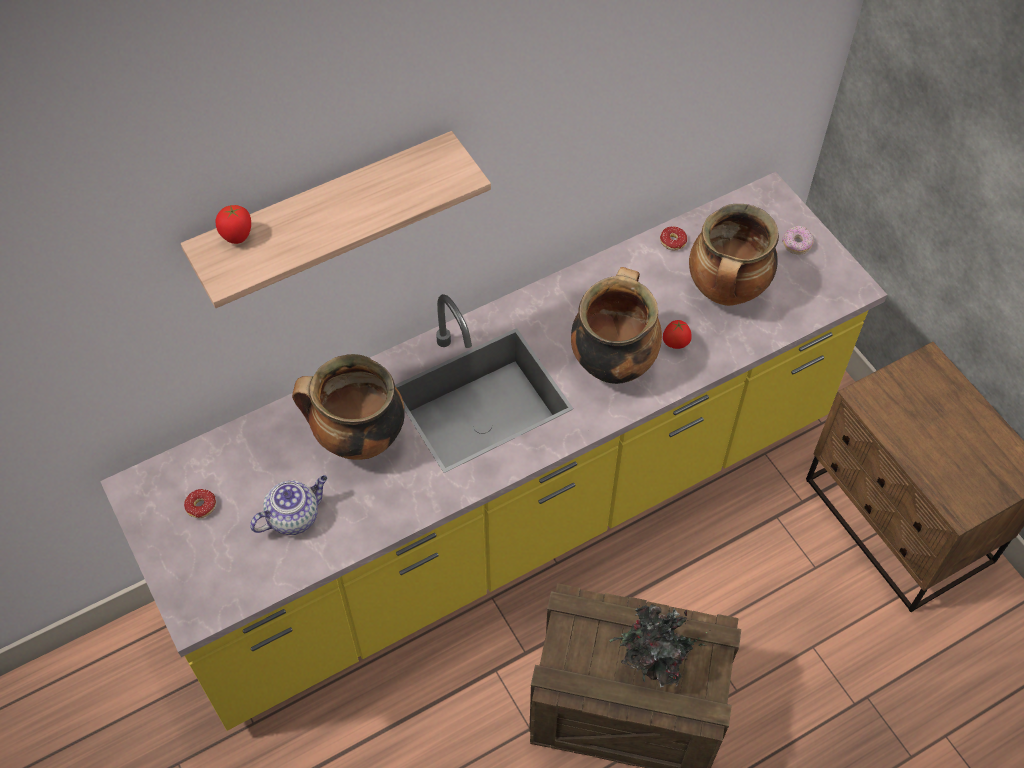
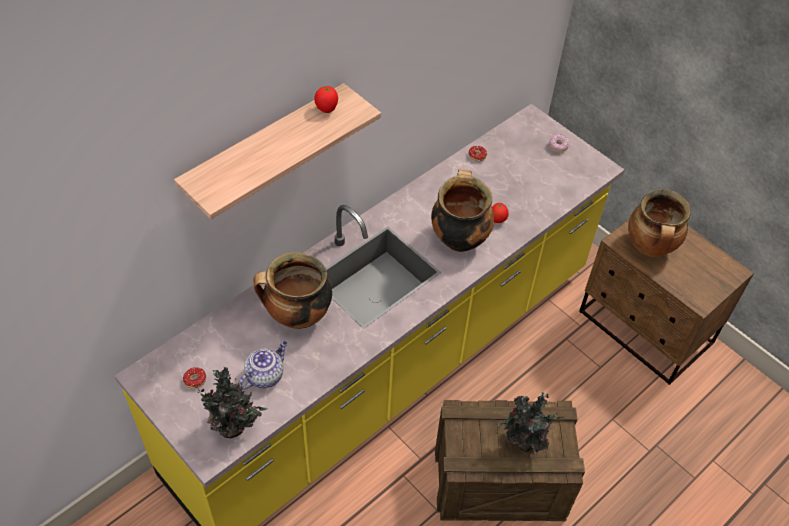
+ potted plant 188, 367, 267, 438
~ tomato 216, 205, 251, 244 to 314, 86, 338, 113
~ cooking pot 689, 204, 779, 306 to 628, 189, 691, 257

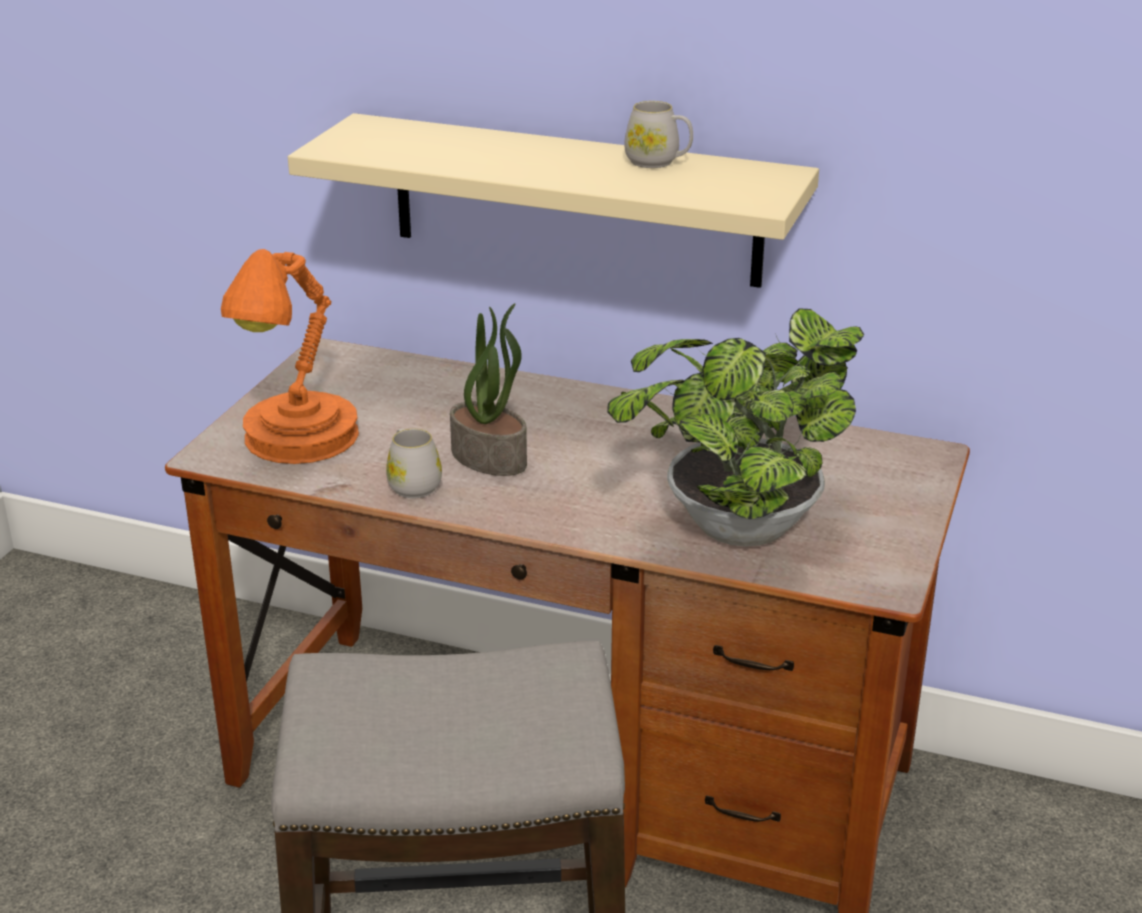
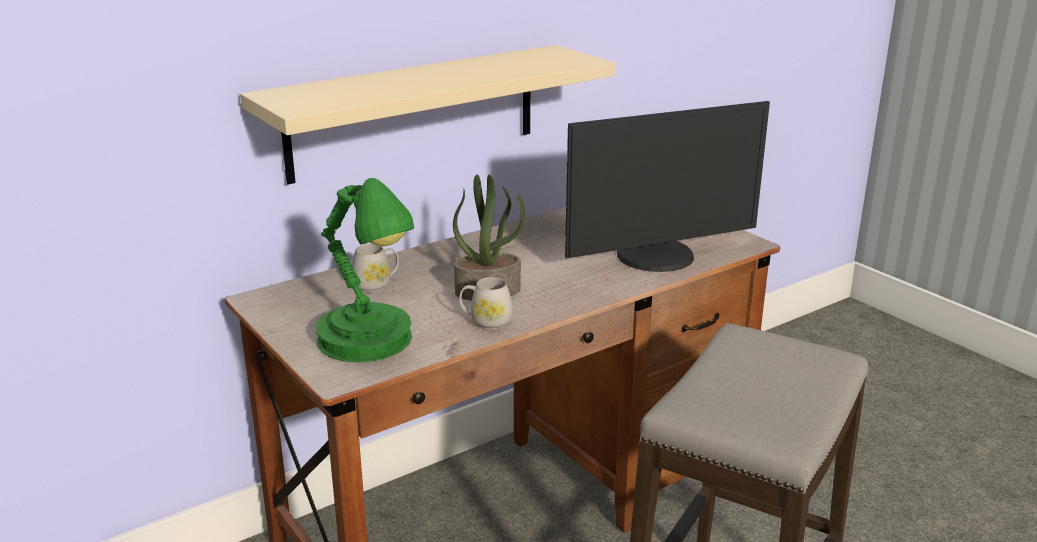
~ white mug 624, 101, 693, 168 to 352, 244, 399, 293
~ potted plant 607, 308, 864, 547 to monitor 565, 101, 770, 272
~ orange table lamp 221, 249, 359, 464 to green table lamp 316, 178, 414, 362

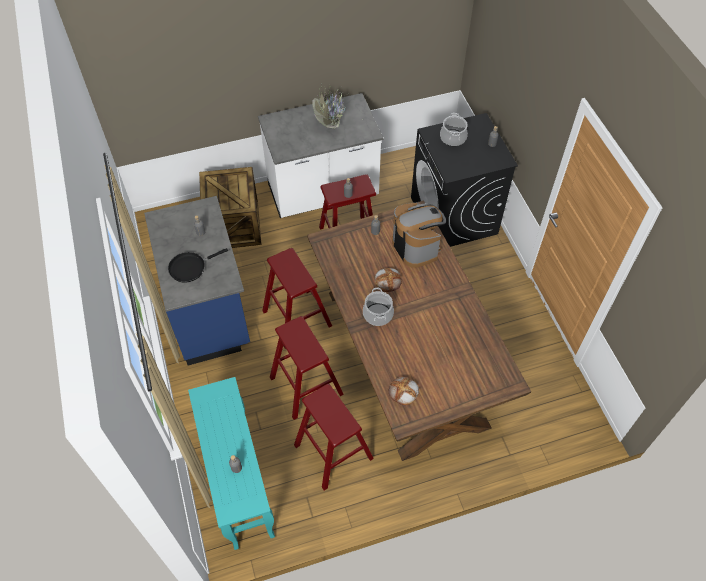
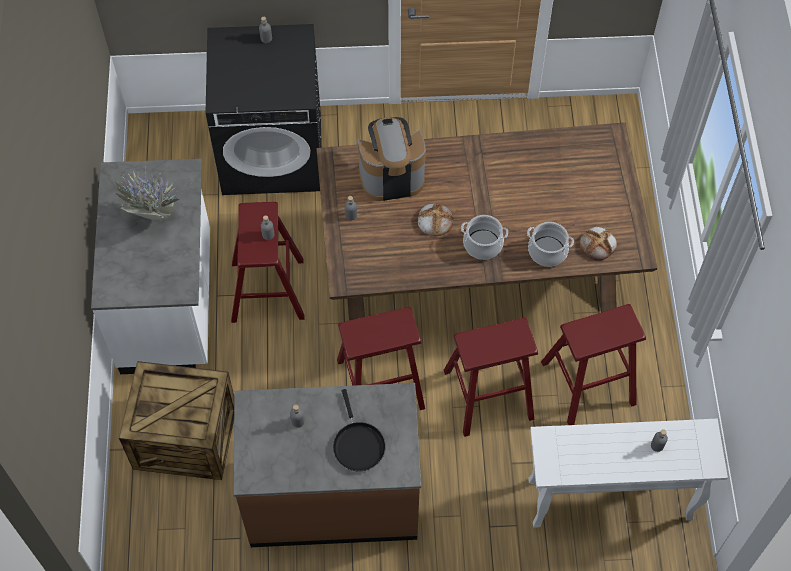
~ cooking pot 440, 113, 468, 146 to 527, 222, 574, 267
~ blue counter 144, 196, 250, 366 to brown counter 233, 383, 421, 547
~ turquoise console table 188, 377, 275, 550 to white console table 528, 419, 728, 528

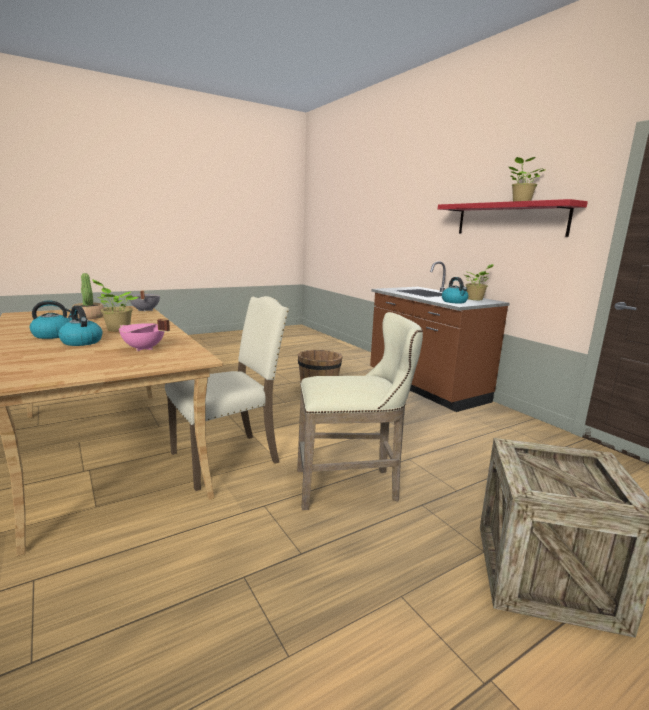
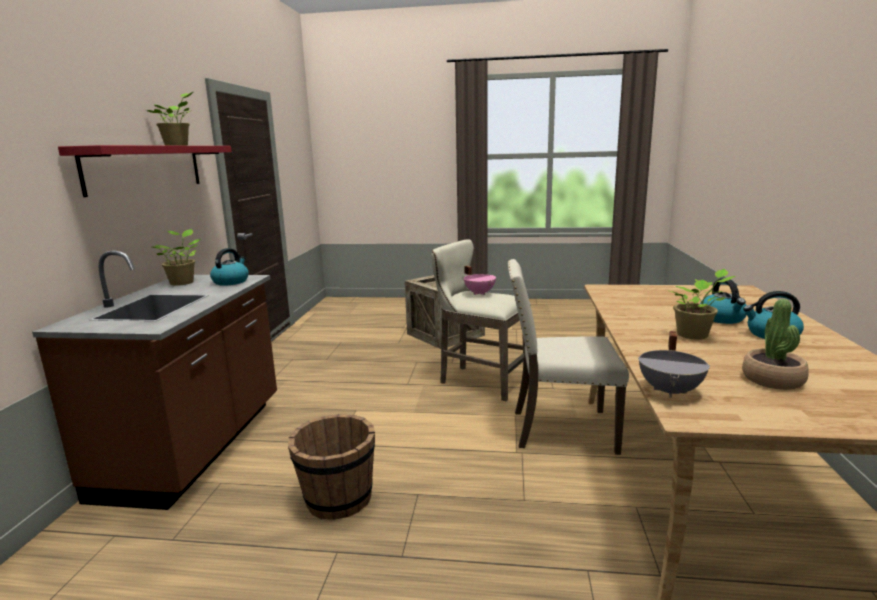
~ pink cooking pot 119, 319, 170, 351 to 464, 266, 496, 295

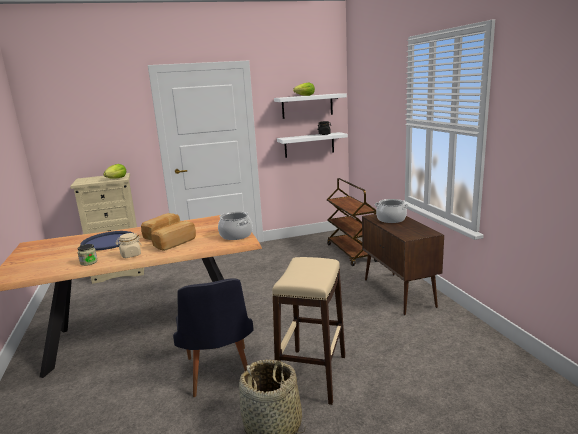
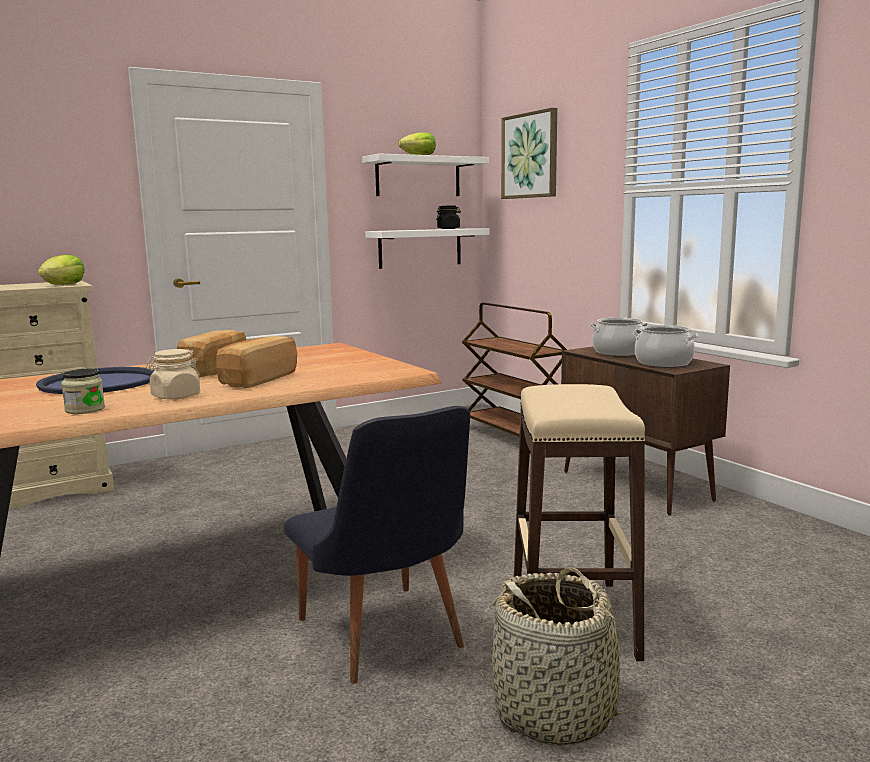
+ picture 501, 107, 557, 199
~ cooking pot 218, 211, 253, 240 to 633, 325, 699, 367

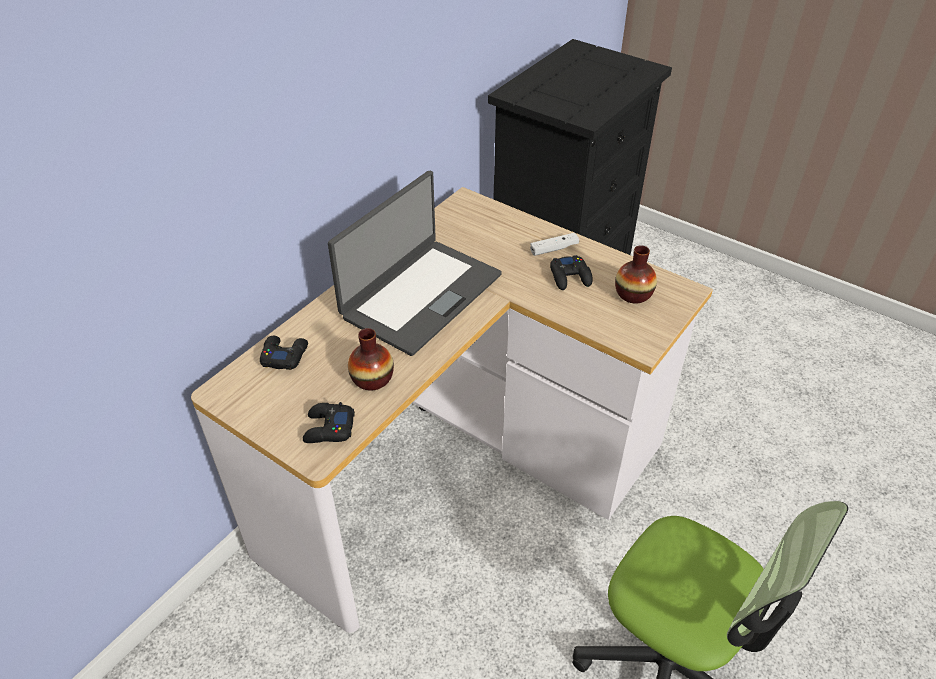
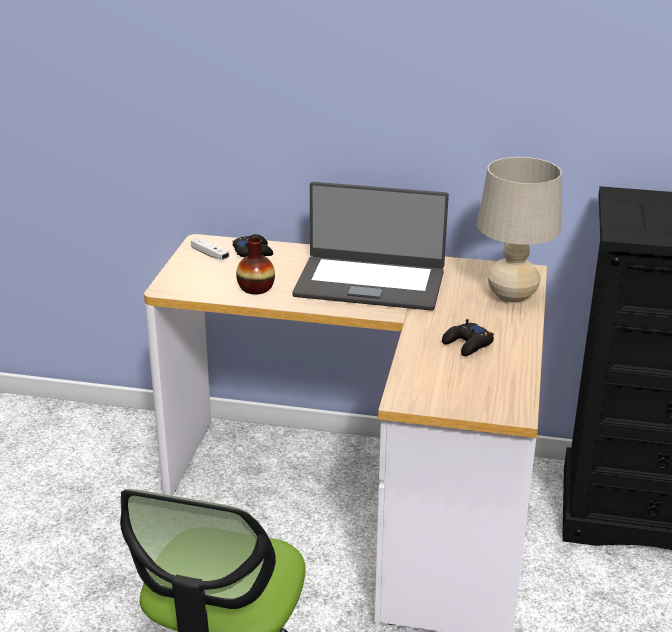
- black game controller 303, 402, 355, 443
- vase 615, 245, 657, 304
+ beige table lamp 477, 157, 562, 304
~ white game controller 530, 233, 579, 256 to 191, 238, 229, 260

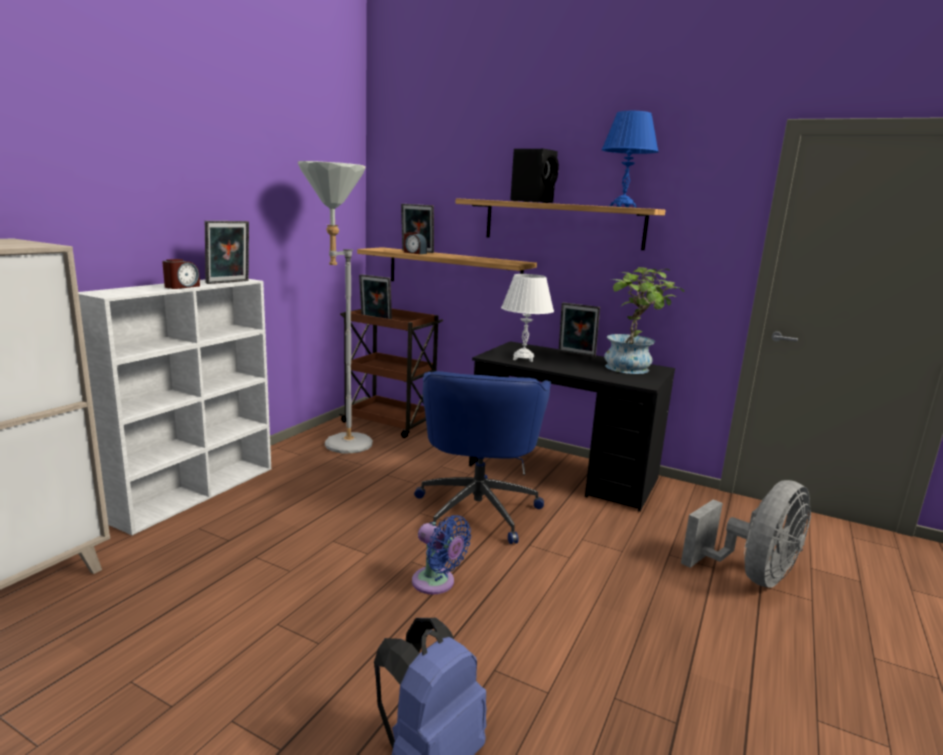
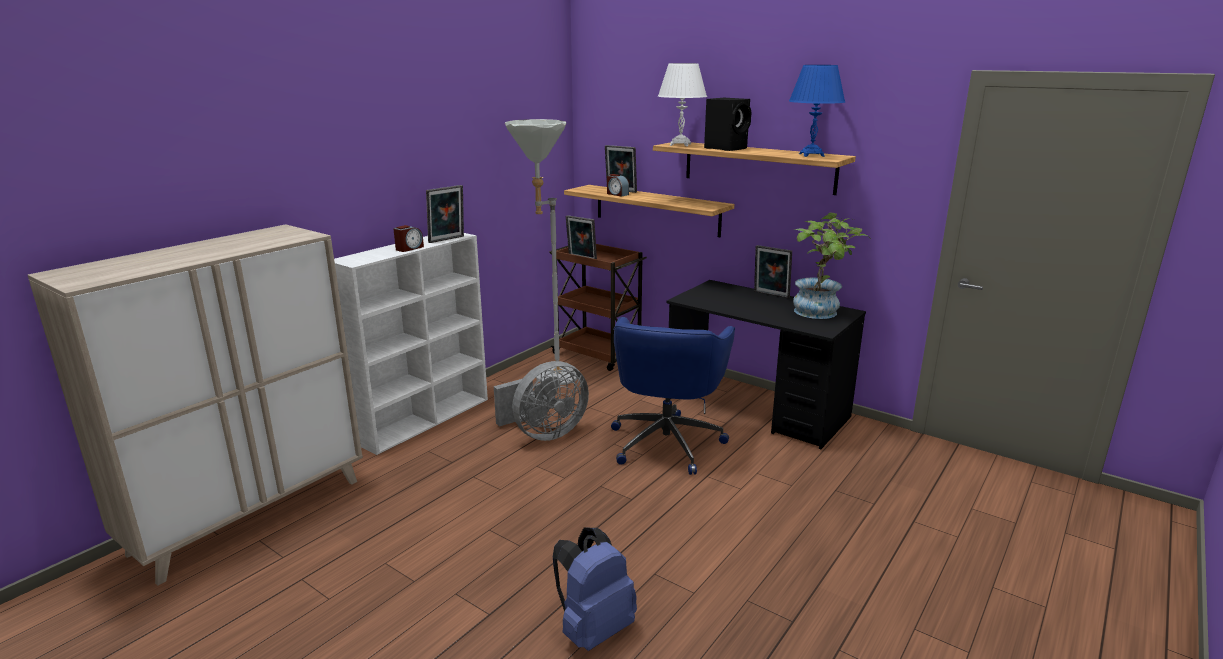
- blue fan 412, 515, 471, 595
~ white table lamp 501, 274, 554, 362 to 658, 63, 707, 146
~ grey fan 681, 480, 811, 588 to 494, 361, 589, 441

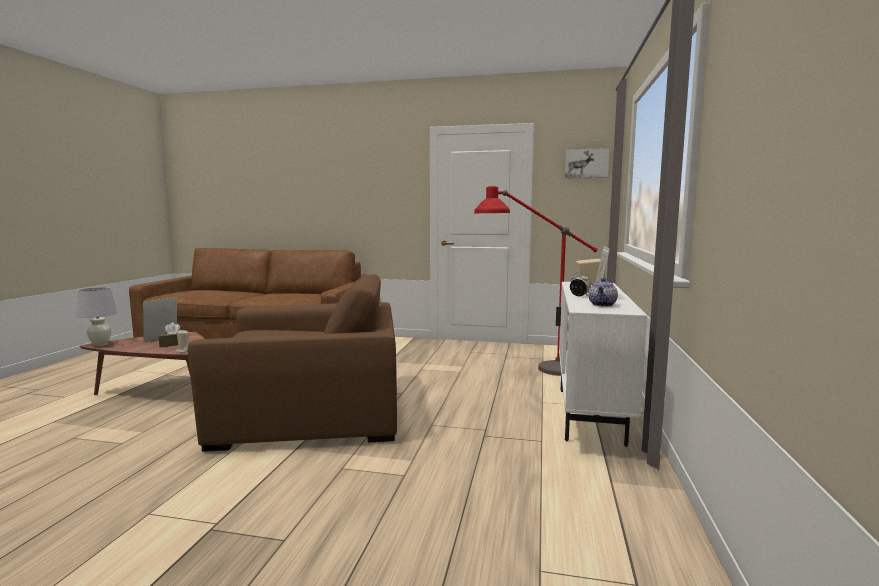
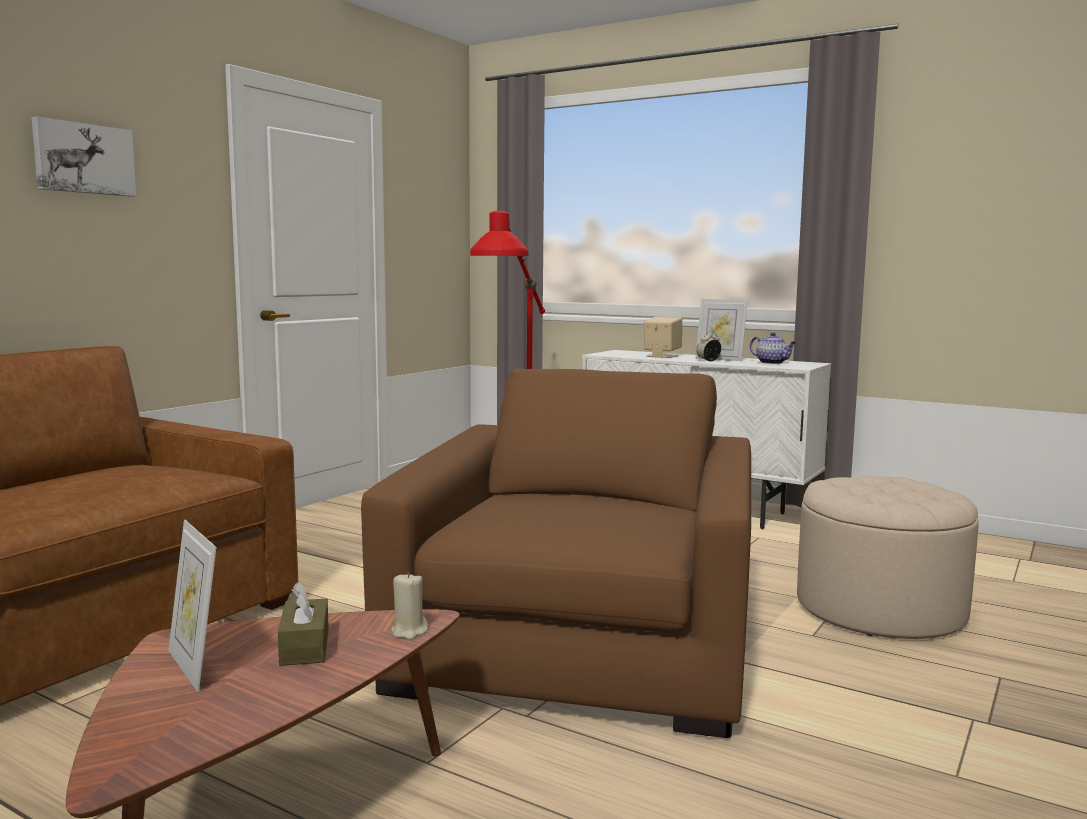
- white table lamp 76, 287, 117, 346
+ beige ottoman 797, 476, 979, 639
~ picture 565, 148, 609, 178 to 32, 116, 136, 197

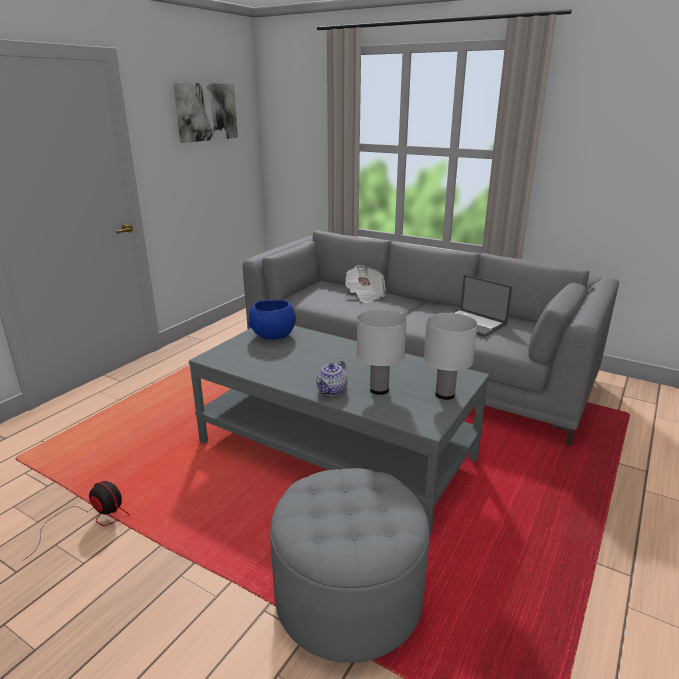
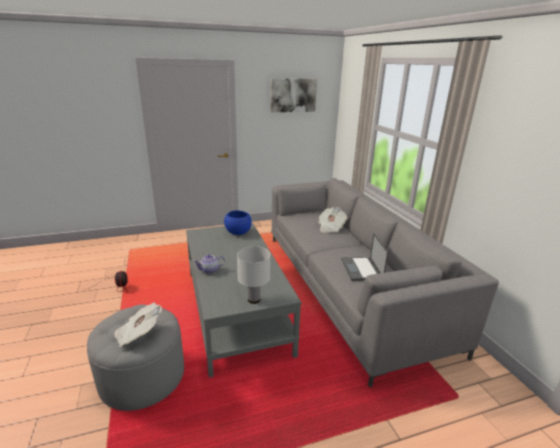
- white table lamp 357, 309, 407, 395
+ newspaper 114, 302, 162, 347

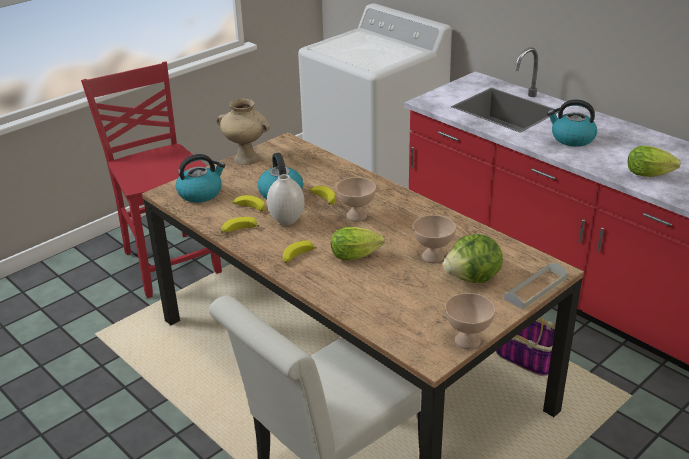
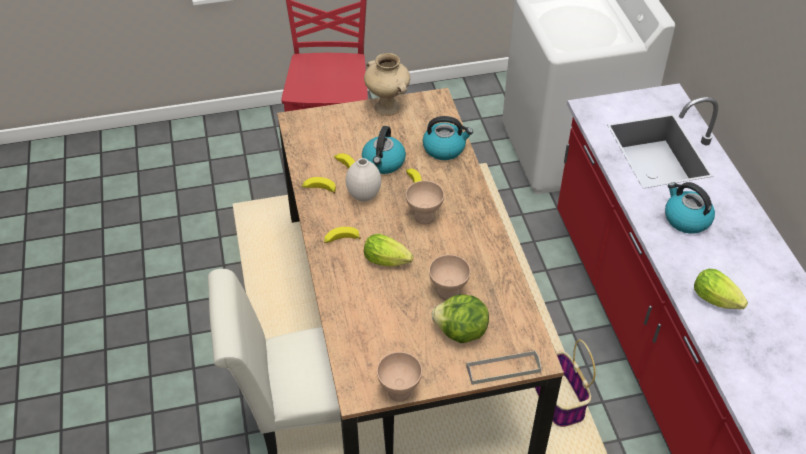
~ kettle 176, 154, 225, 203 to 423, 116, 473, 160

